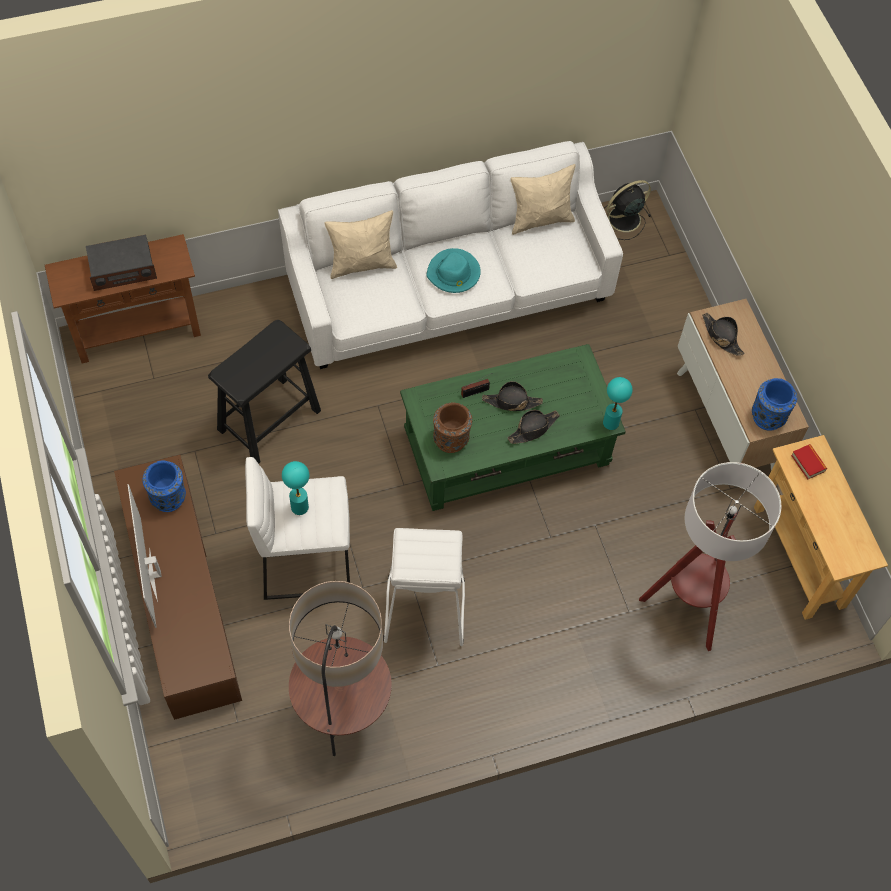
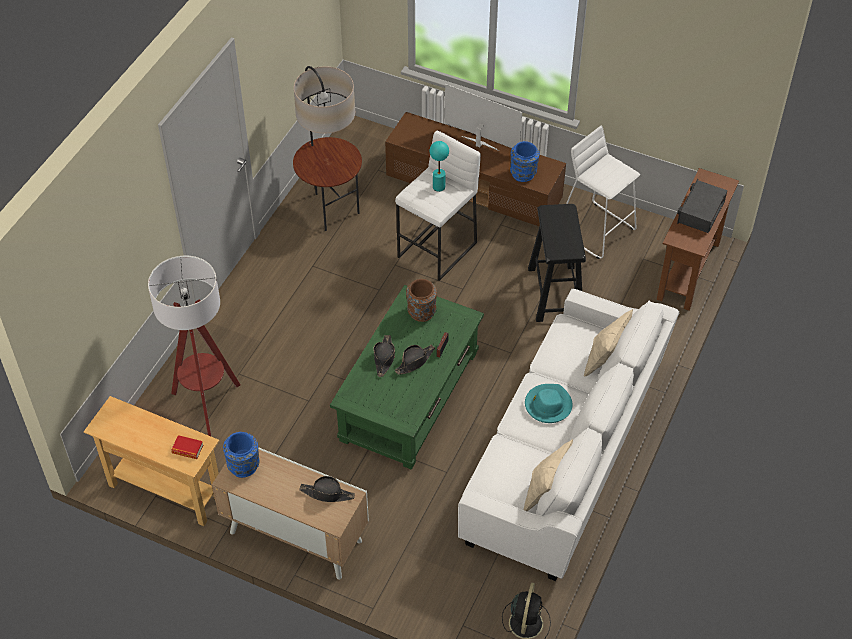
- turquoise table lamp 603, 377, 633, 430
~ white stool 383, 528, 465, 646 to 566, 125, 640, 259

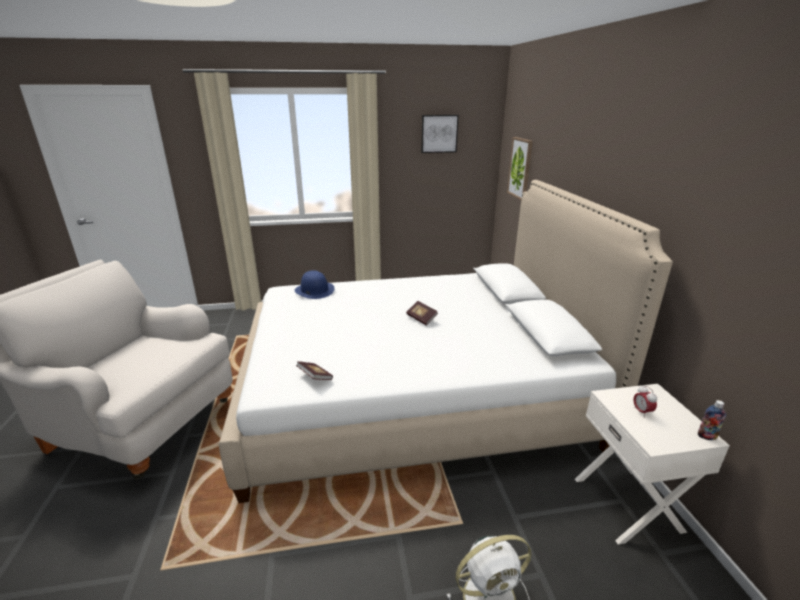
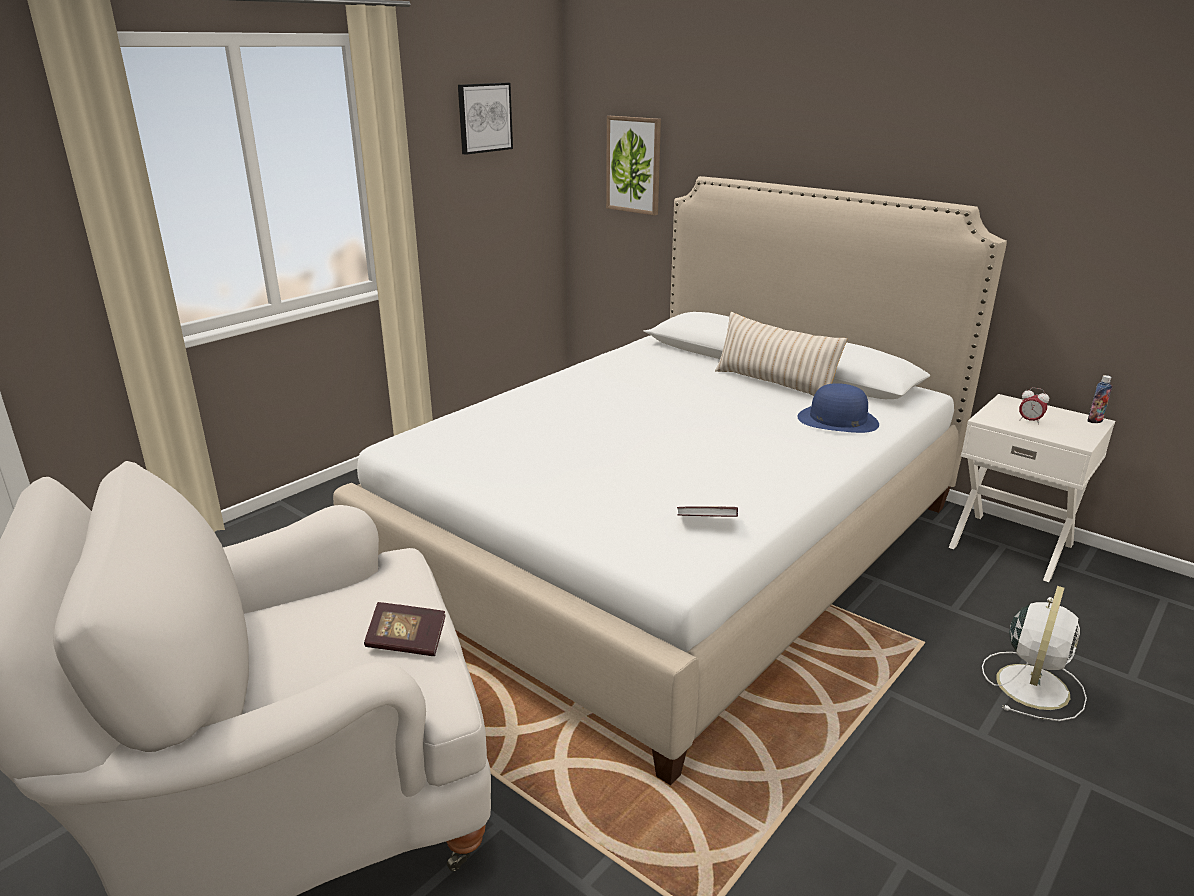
+ beige pillow 715, 312, 847, 397
~ blue hat 295, 270, 335, 299 to 798, 383, 879, 433
~ book 406, 301, 438, 326 to 364, 602, 446, 656

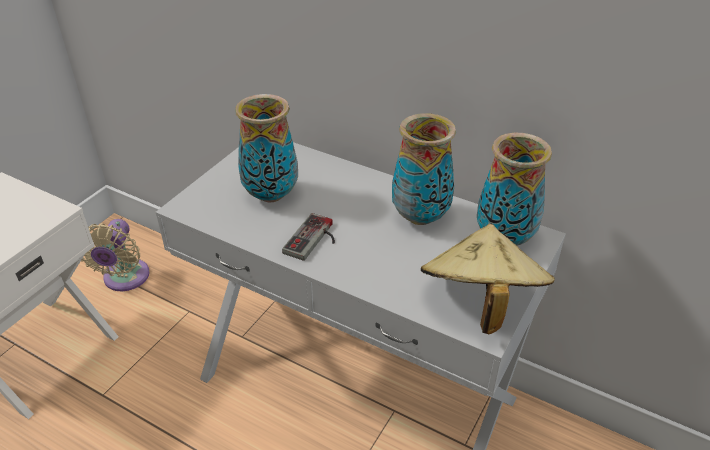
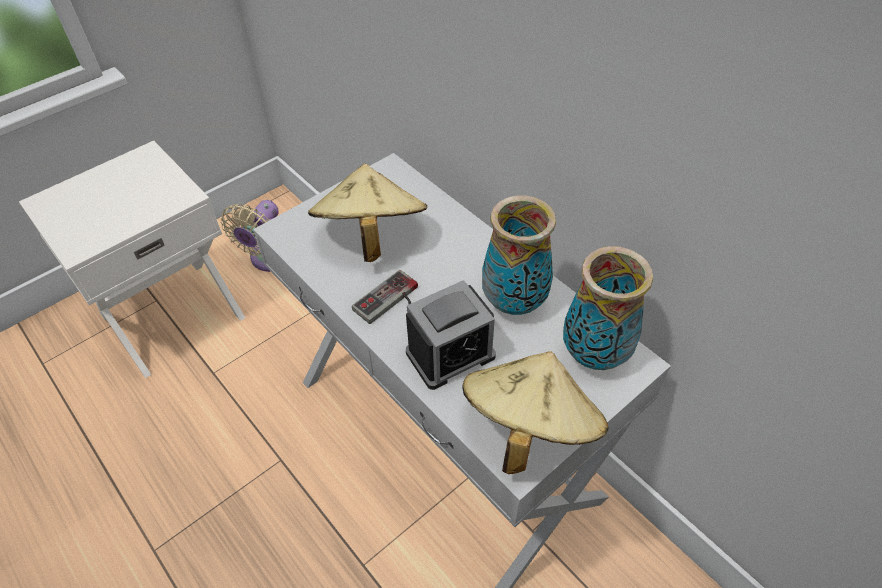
+ alarm clock 406, 280, 496, 390
~ vase 235, 94, 298, 202 to beige hat 308, 164, 427, 262

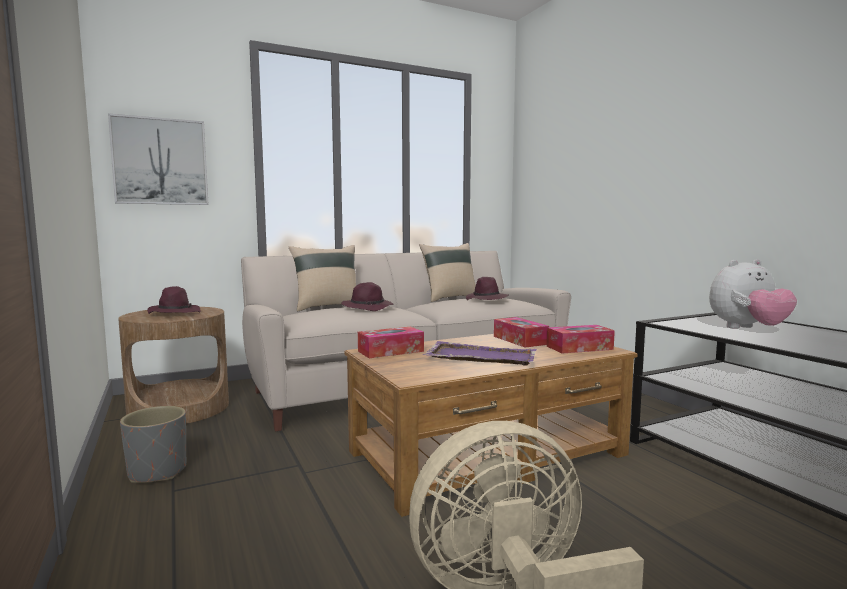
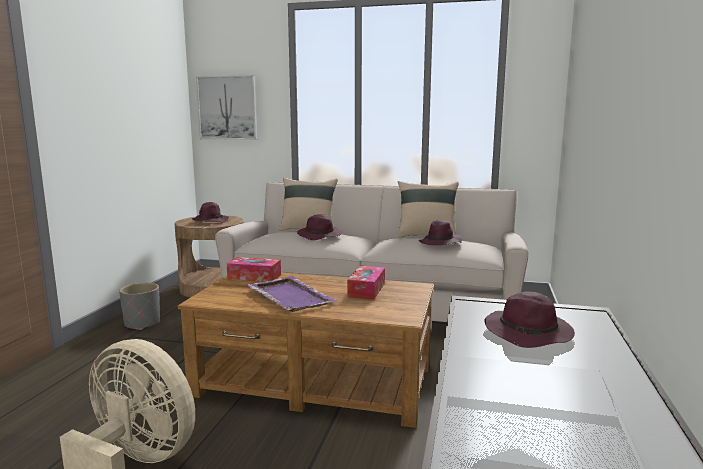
- tissue box 547, 325, 615, 353
~ plush toy 709, 259, 797, 329 to purple hat 484, 292, 575, 348

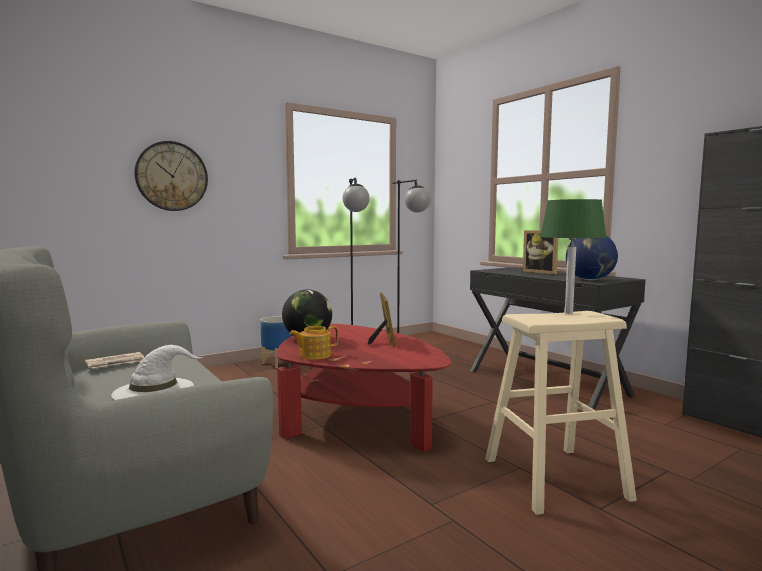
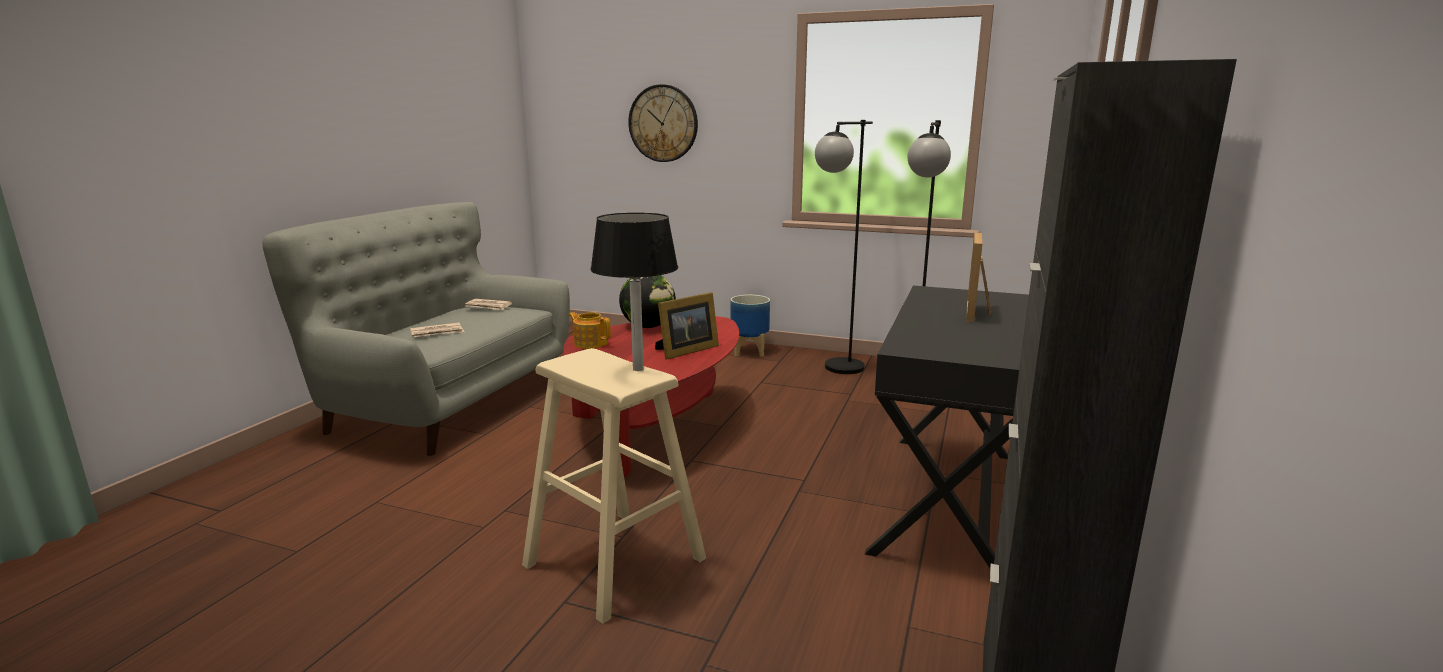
- globe 566, 236, 618, 280
~ white hat 111, 345, 203, 400 to newspaper 410, 322, 464, 337
~ green table lamp 540, 199, 607, 314 to black table lamp 590, 213, 678, 371

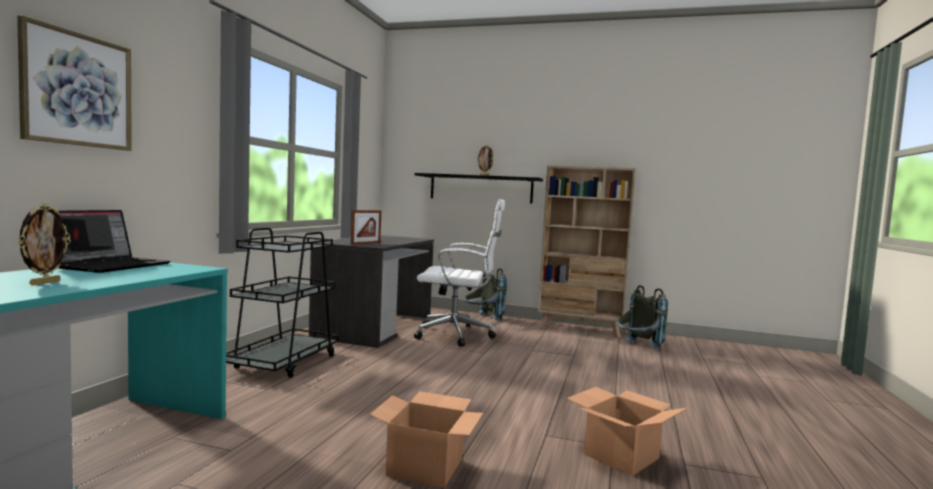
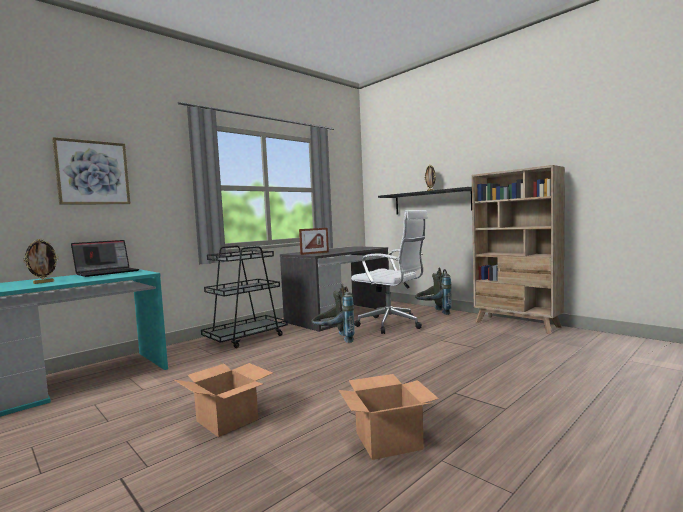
~ grey backpack 617, 285, 668, 350 to 312, 284, 355, 343

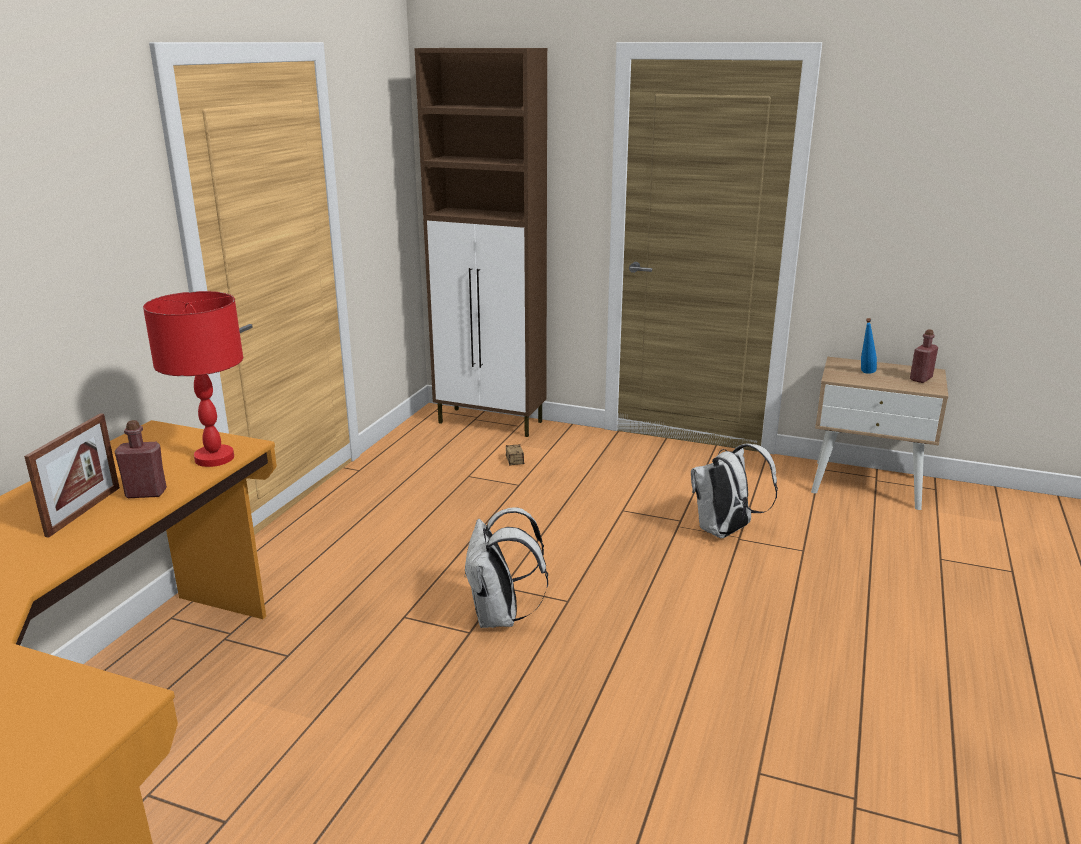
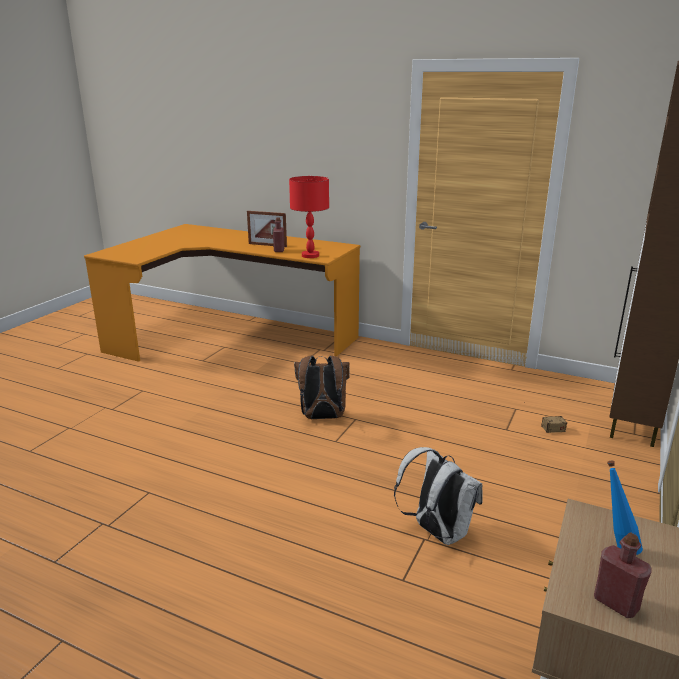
~ white backpack 464, 507, 548, 628 to brown backpack 294, 356, 350, 419

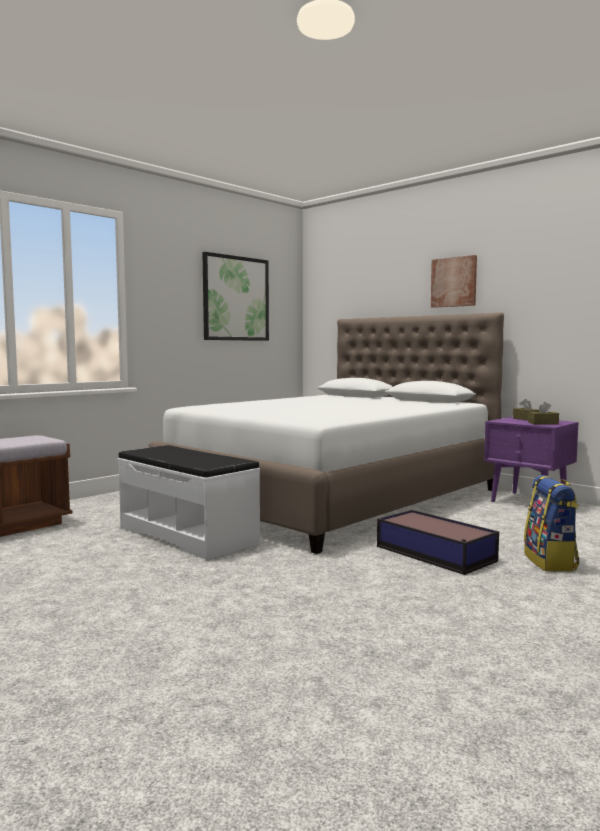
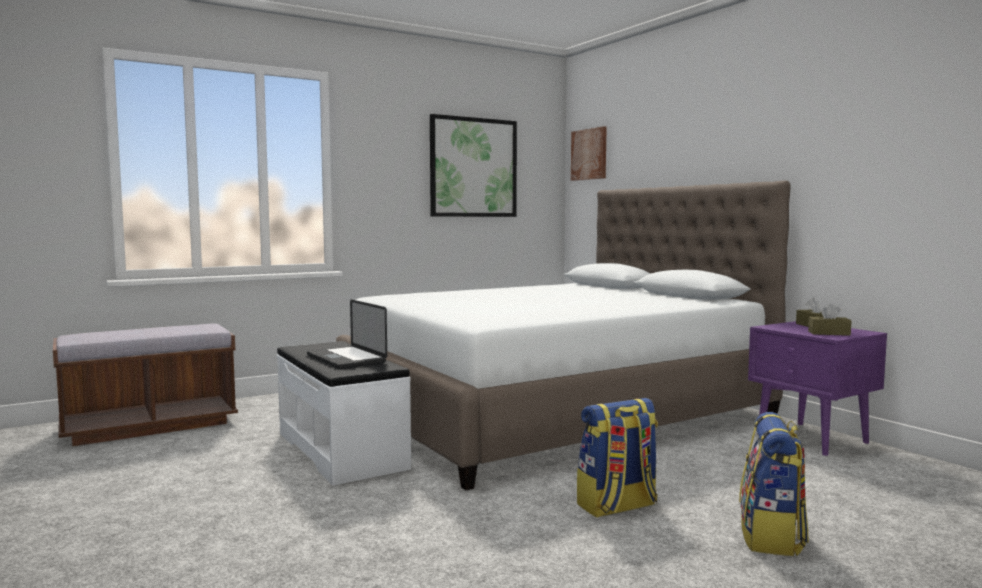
+ laptop 307, 299, 387, 369
~ picture 431, 255, 477, 308 to 571, 126, 607, 181
~ storage box 377, 510, 499, 575 to backpack 577, 398, 658, 517

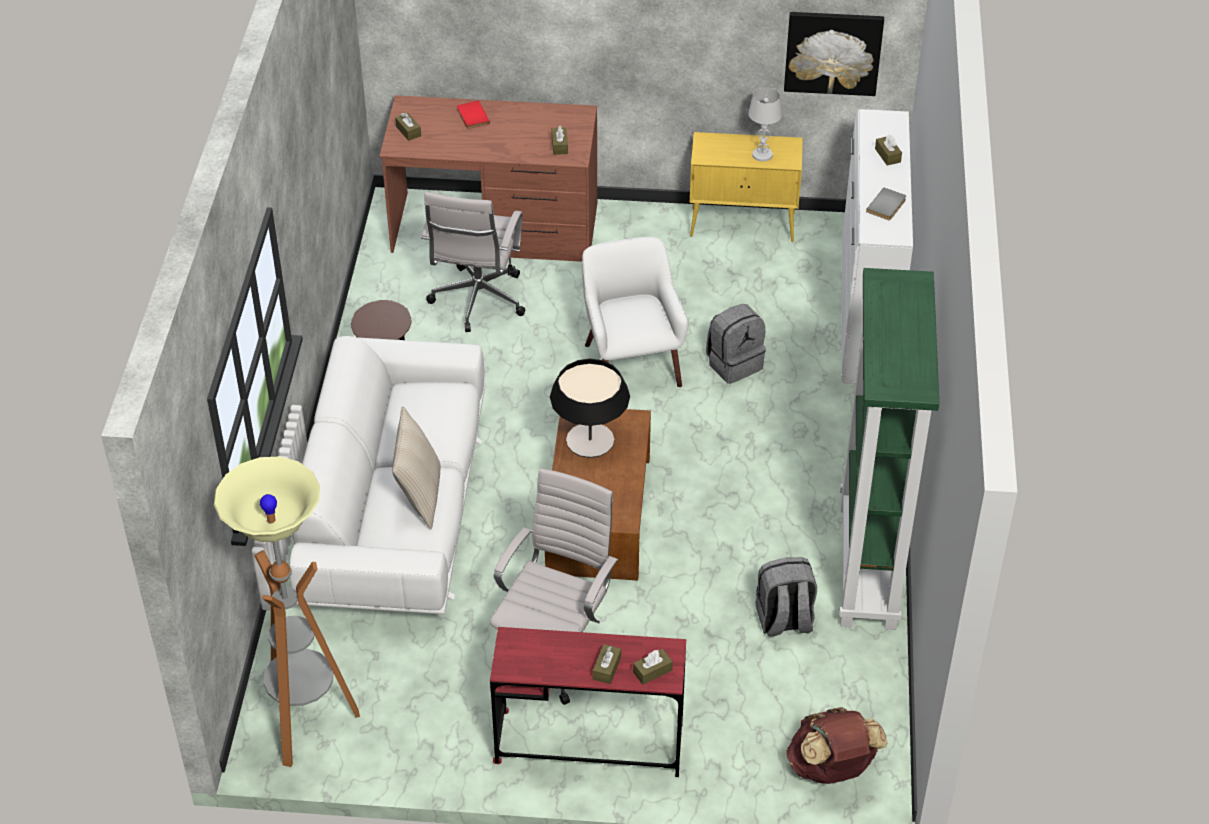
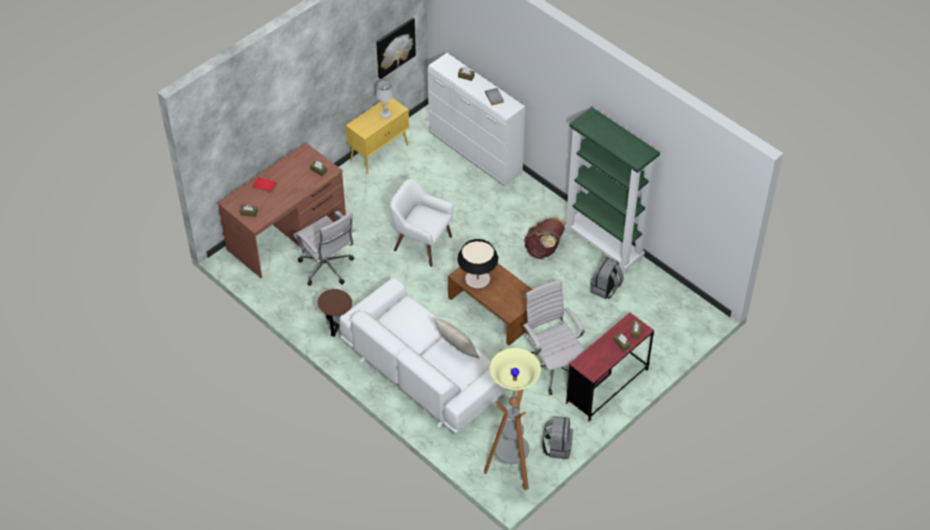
~ grey backpack 706, 304, 766, 384 to 541, 416, 573, 459
~ brown backpack 787, 707, 887, 784 to 524, 217, 566, 259

